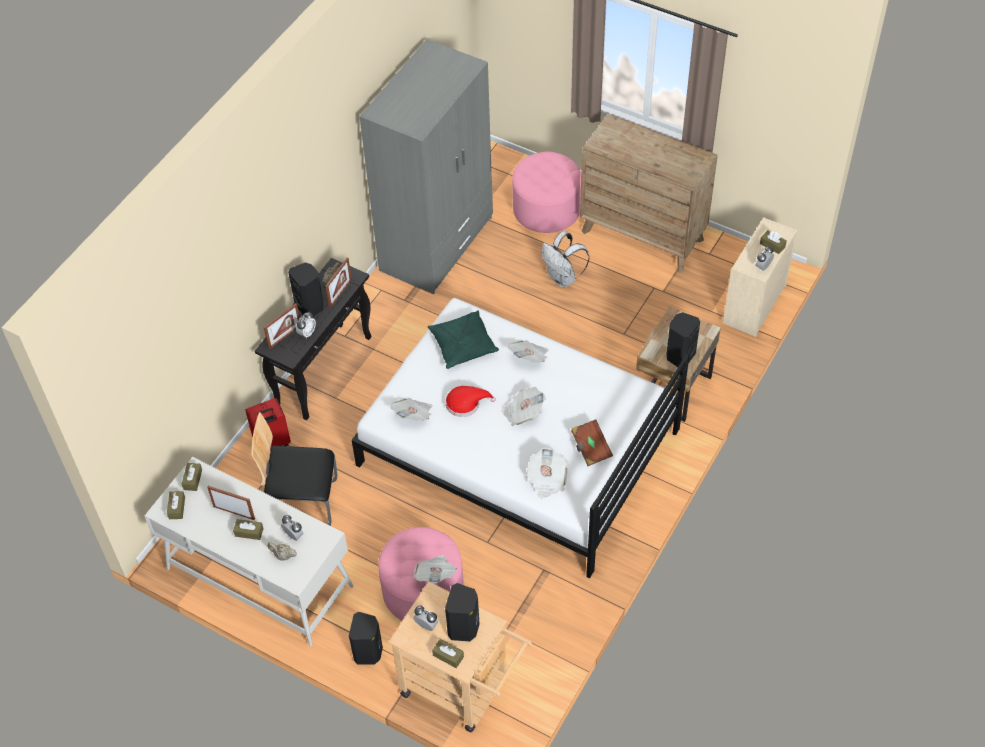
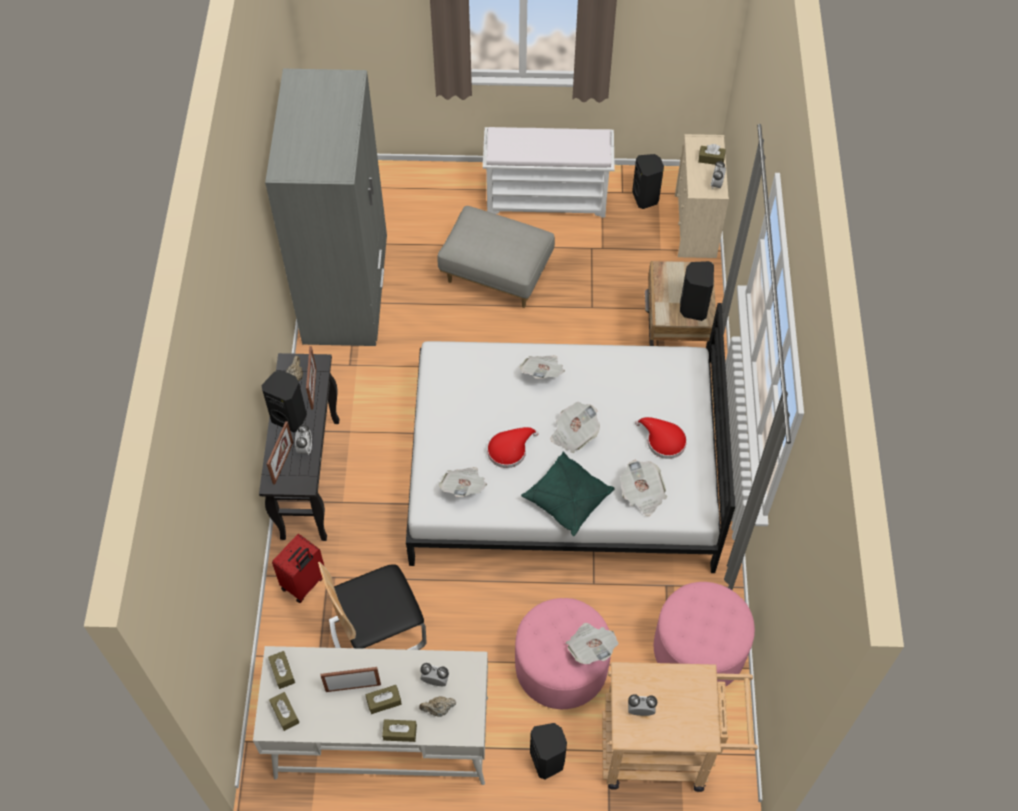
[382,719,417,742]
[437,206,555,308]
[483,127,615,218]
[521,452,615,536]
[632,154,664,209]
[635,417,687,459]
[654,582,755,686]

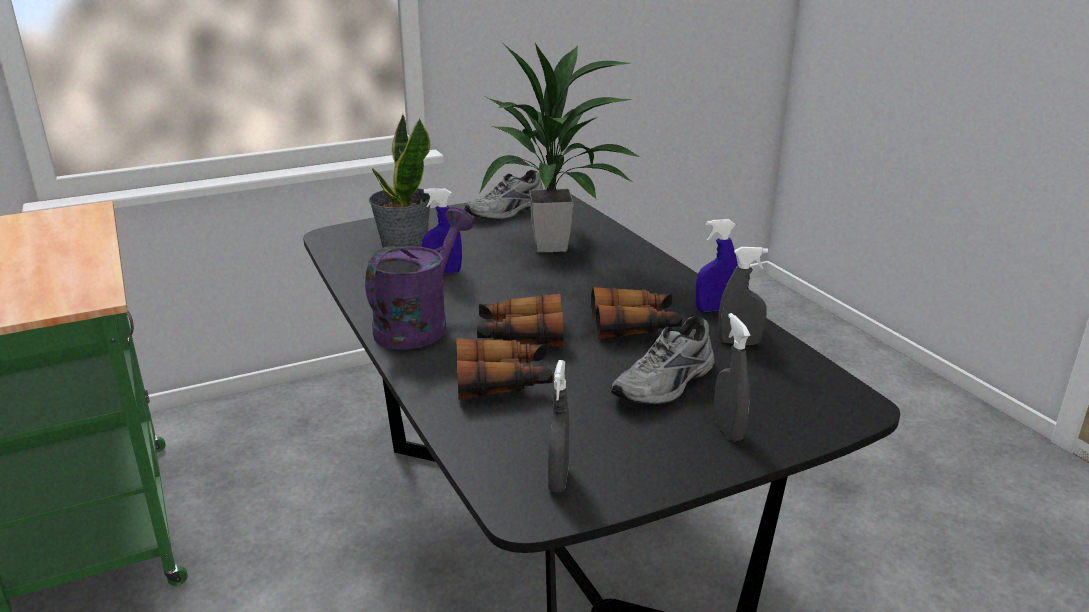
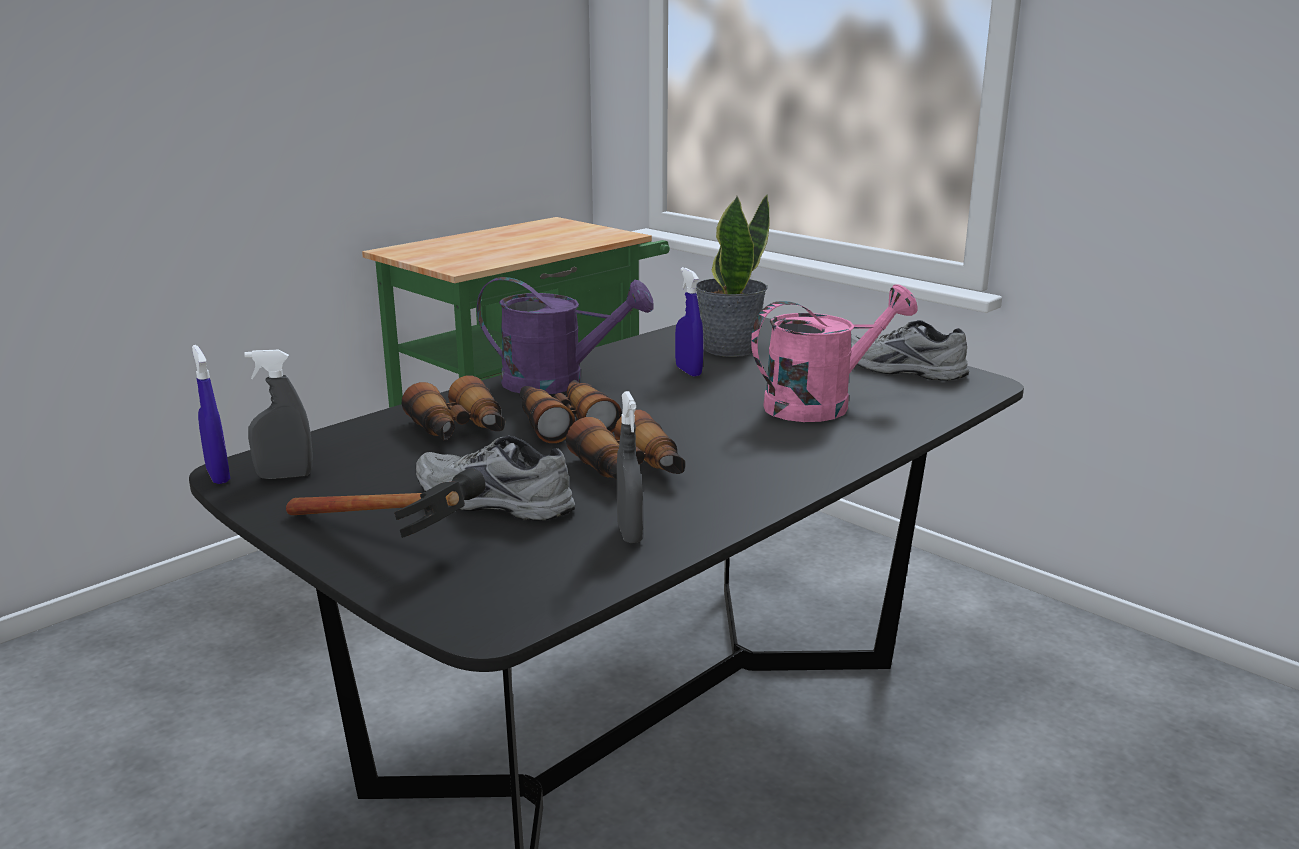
[192,345,230,484]
[286,468,486,538]
[751,284,918,422]

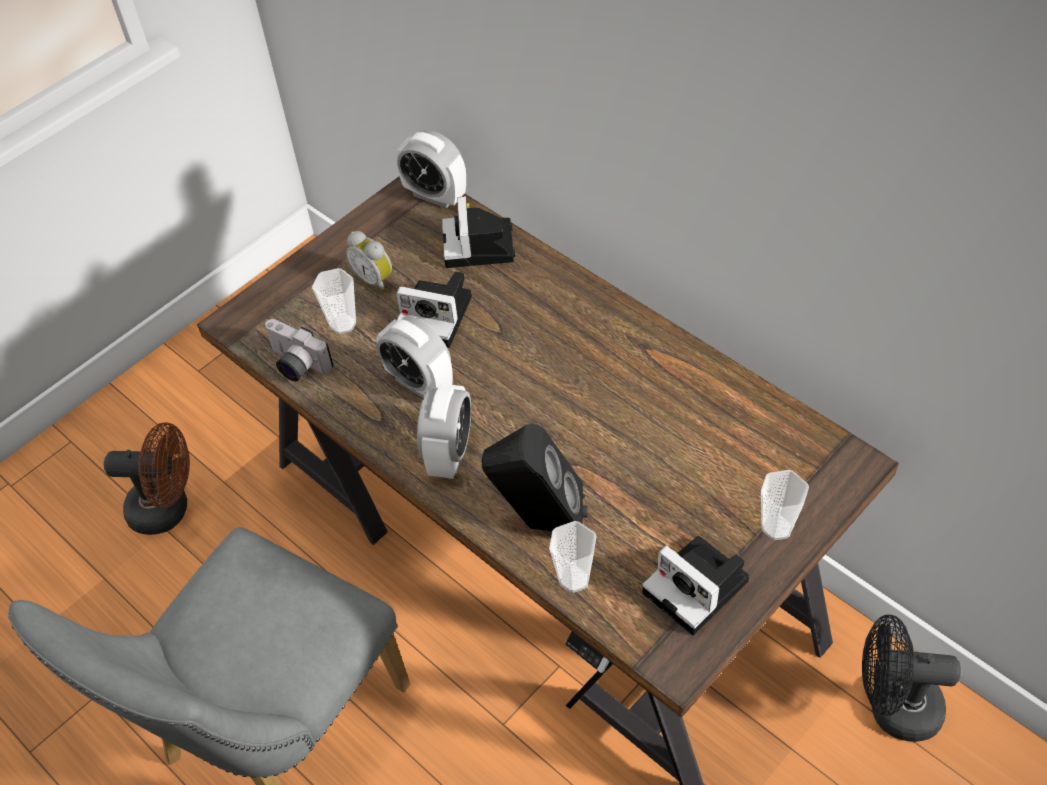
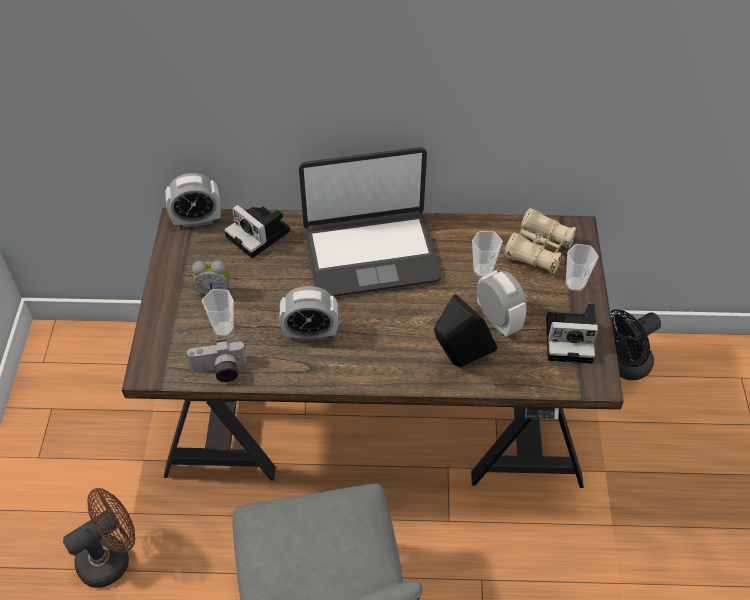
[299,147,442,296]
[472,231,503,278]
[477,270,527,337]
[504,208,577,274]
[396,271,472,348] (first image)

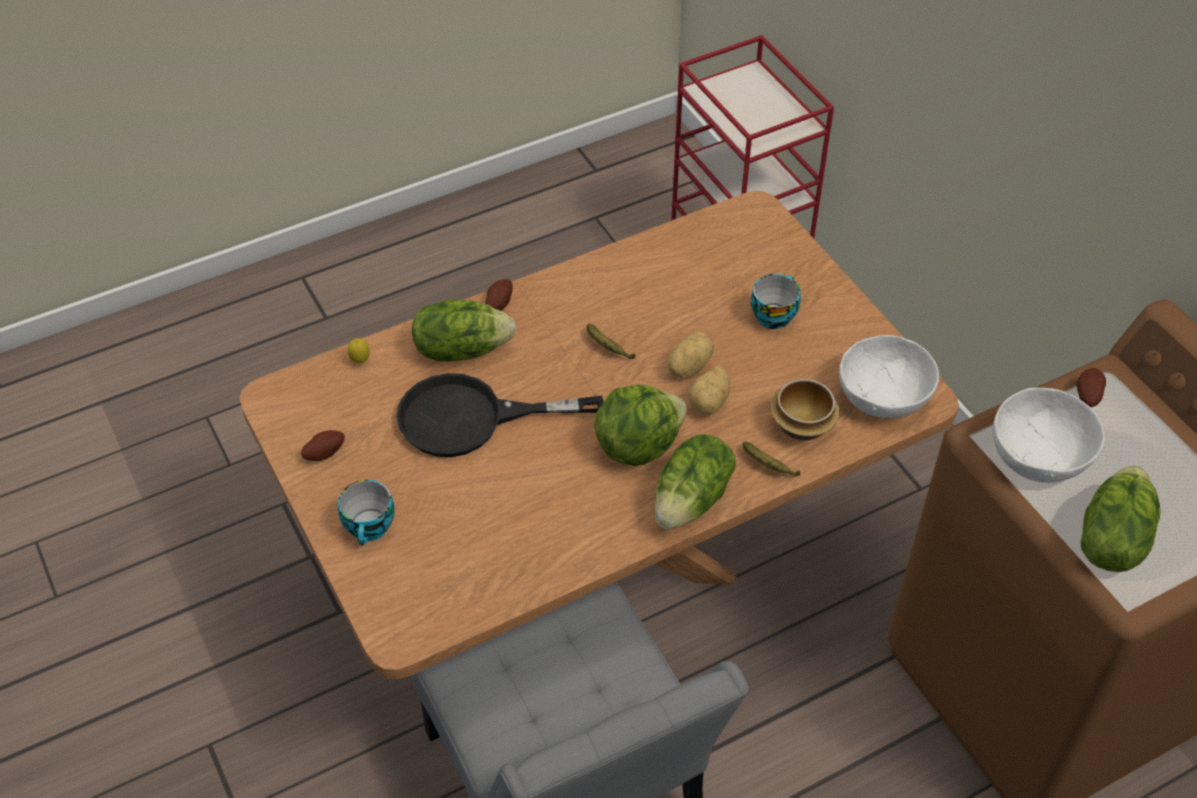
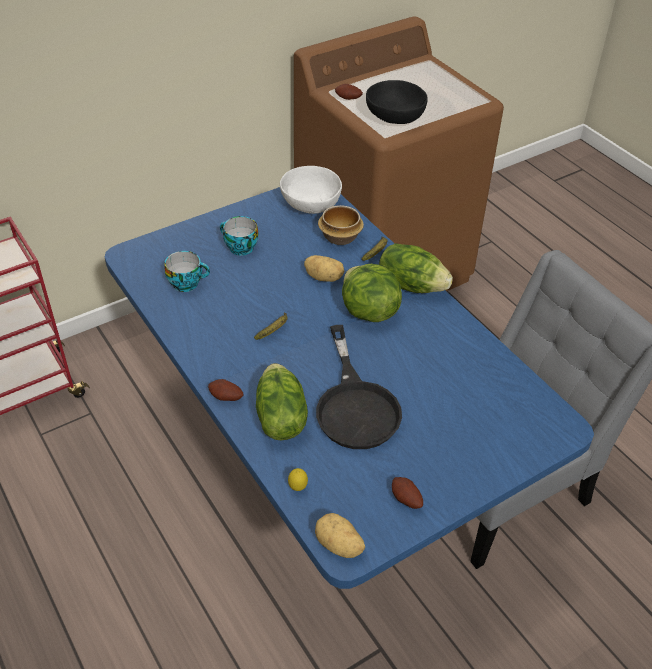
[105,187,594,589]
[165,251,210,292]
[315,513,365,558]
[366,80,428,124]
[1081,466,1160,572] (first image)

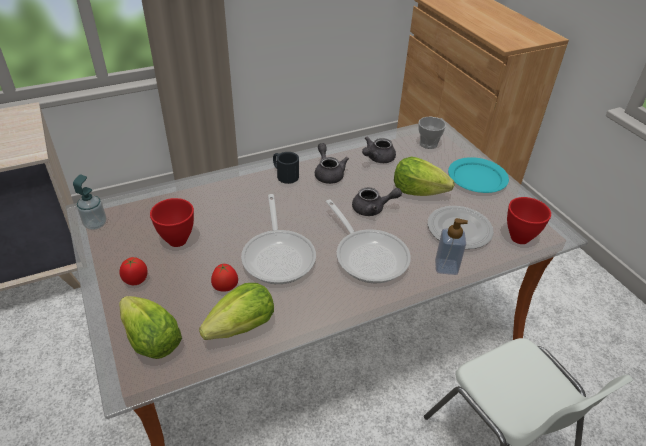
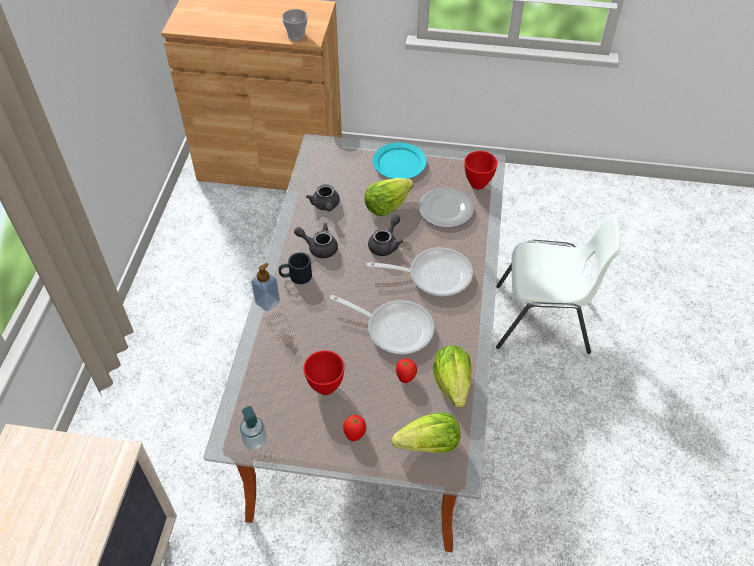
[251,263,280,311]
[282,9,308,41]

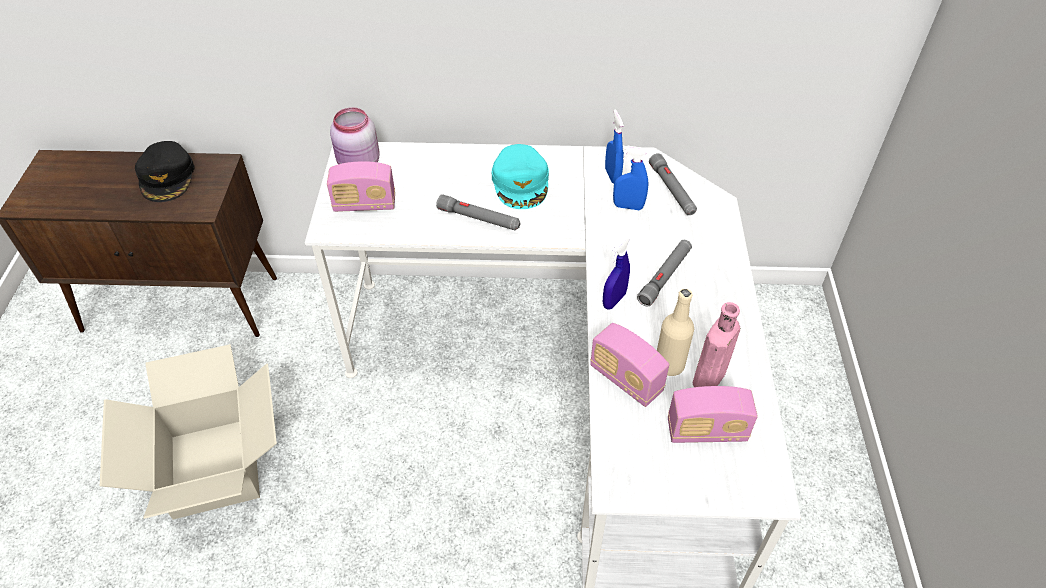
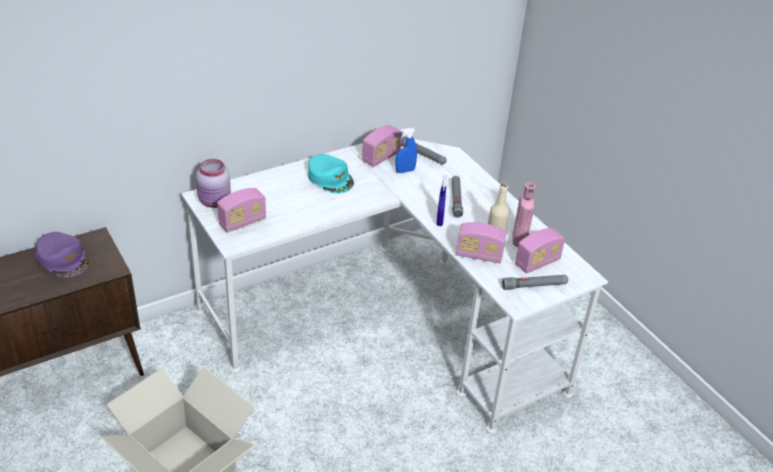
[36,232,89,277]
[362,125,402,167]
[502,275,568,290]

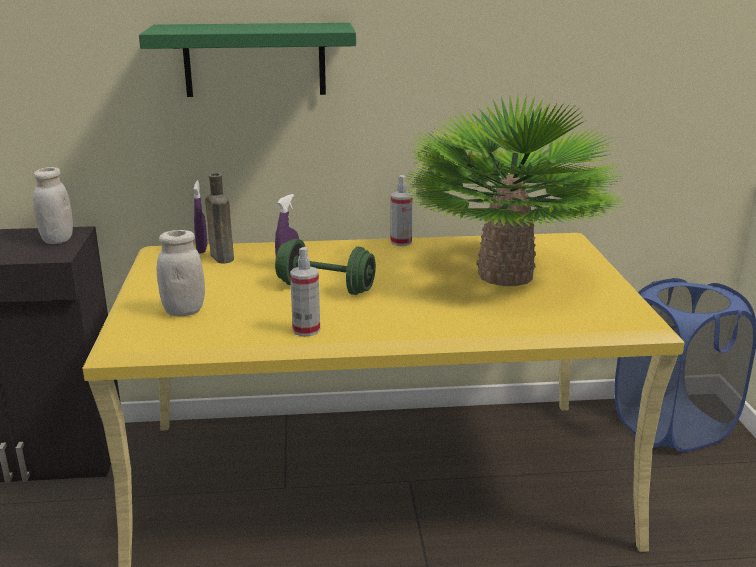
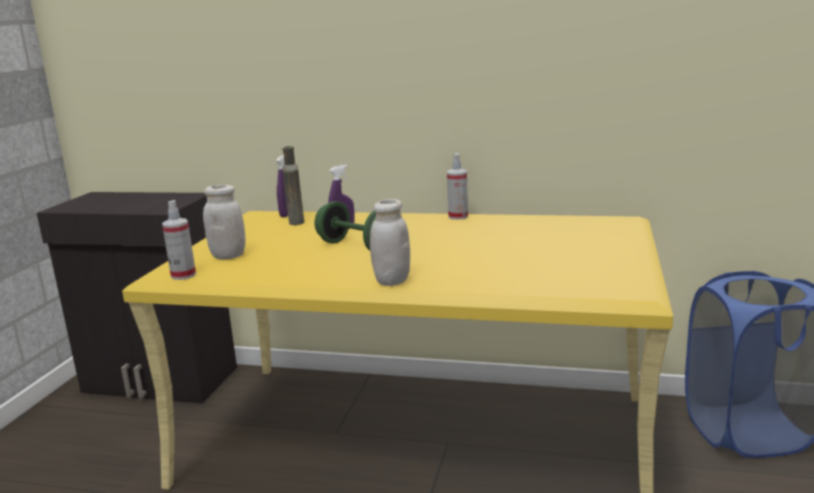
[162,200,196,280]
[370,199,410,286]
[139,23,356,97] (first image)
[404,94,626,286] (first image)

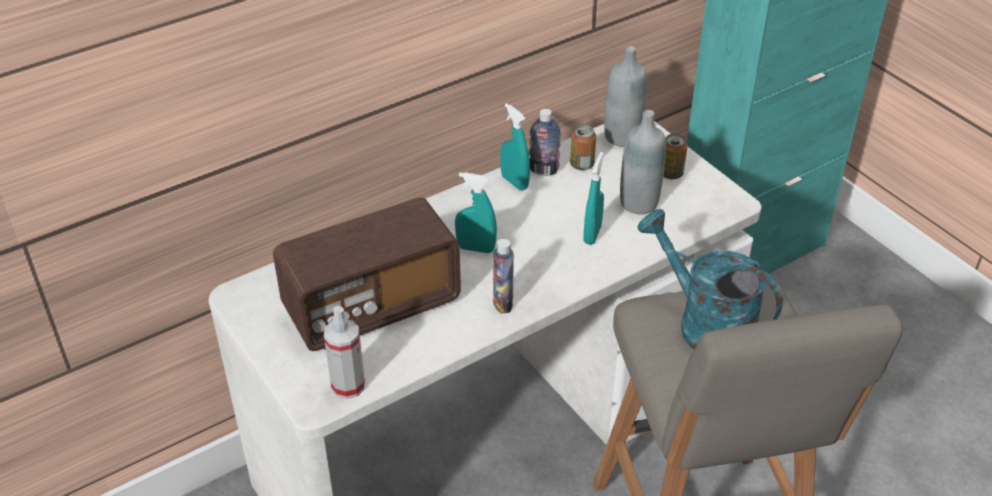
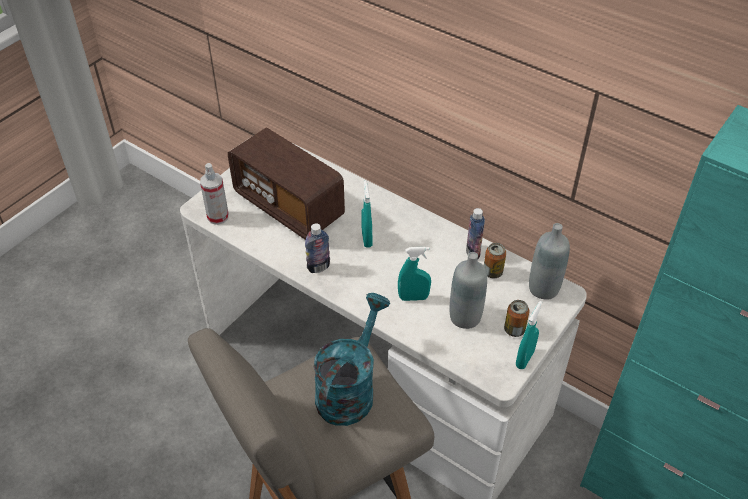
[516,301,543,369]

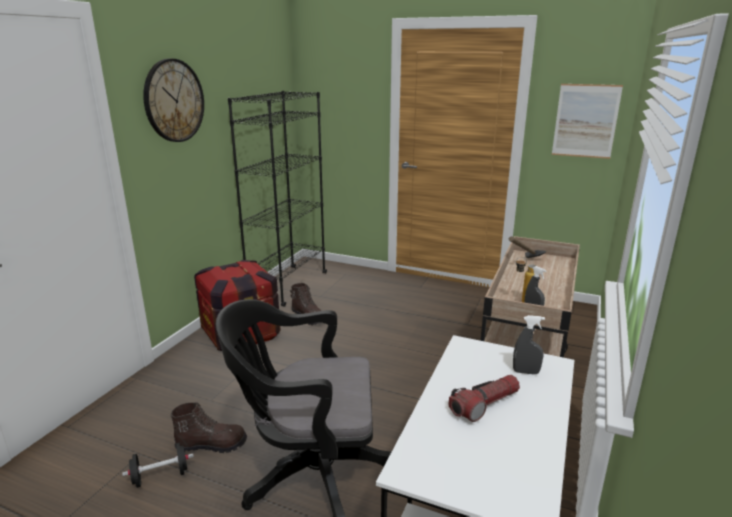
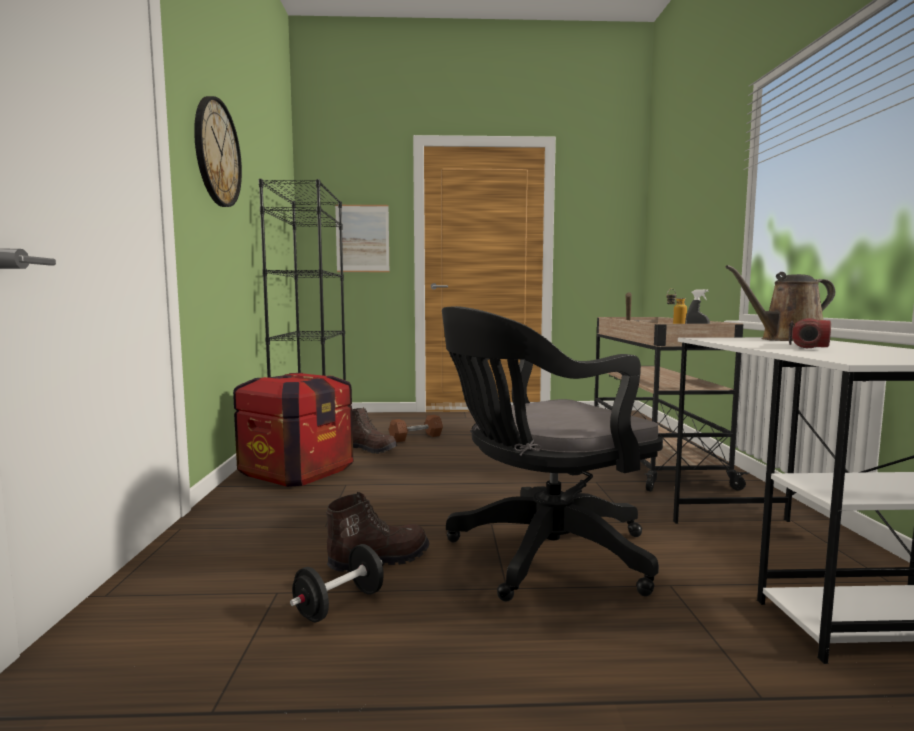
[335,205,390,272]
[389,415,443,442]
[725,265,835,341]

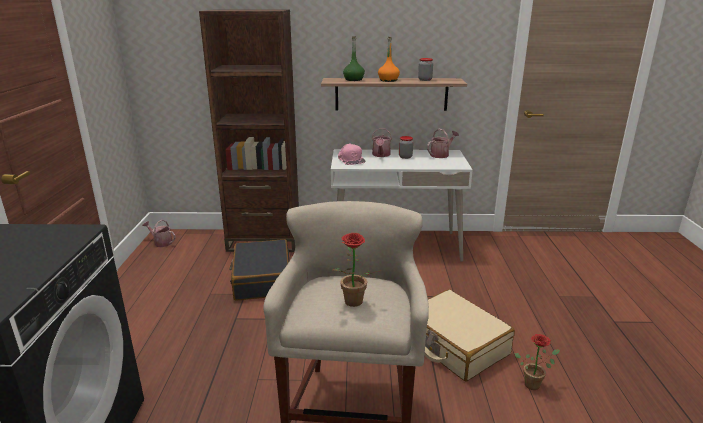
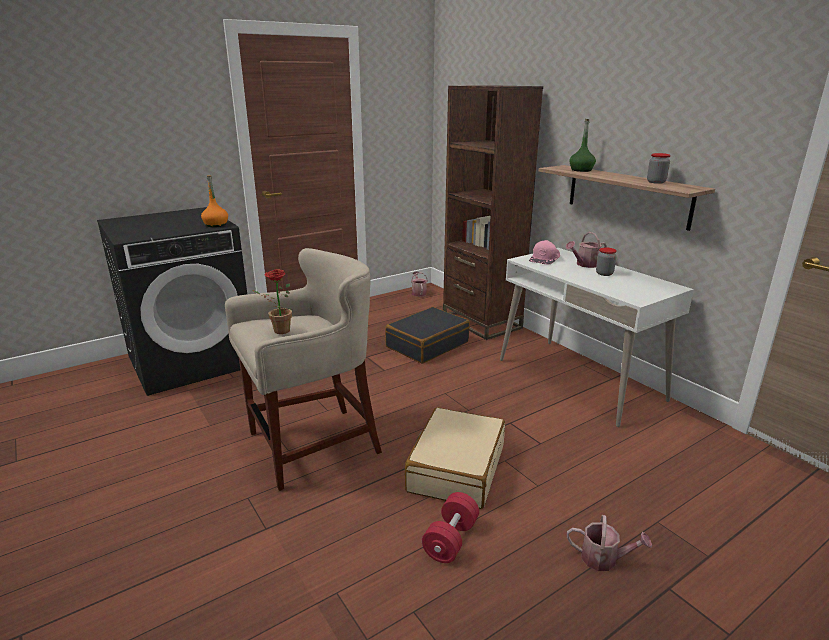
[201,175,228,227]
[422,492,479,563]
[567,515,652,571]

